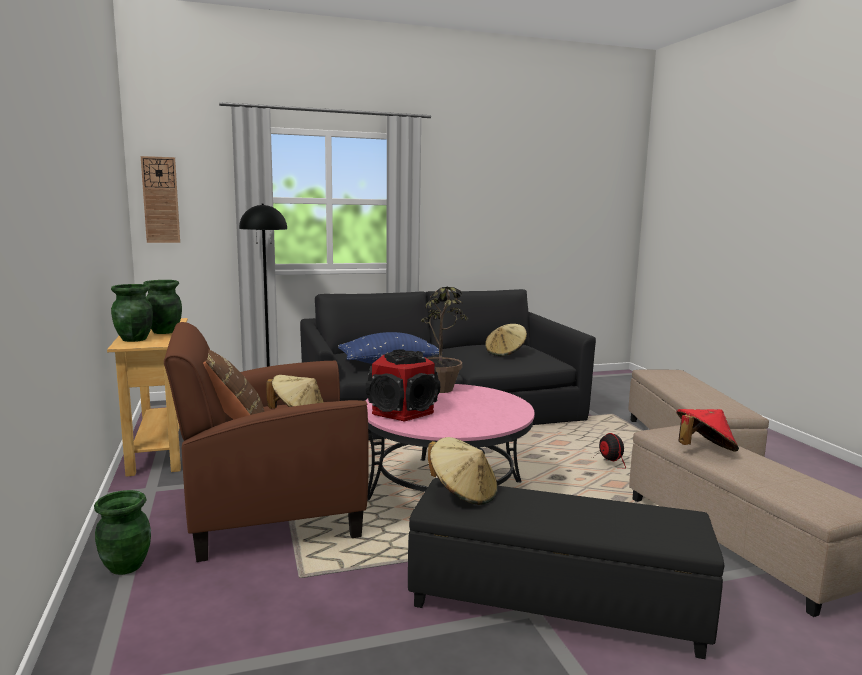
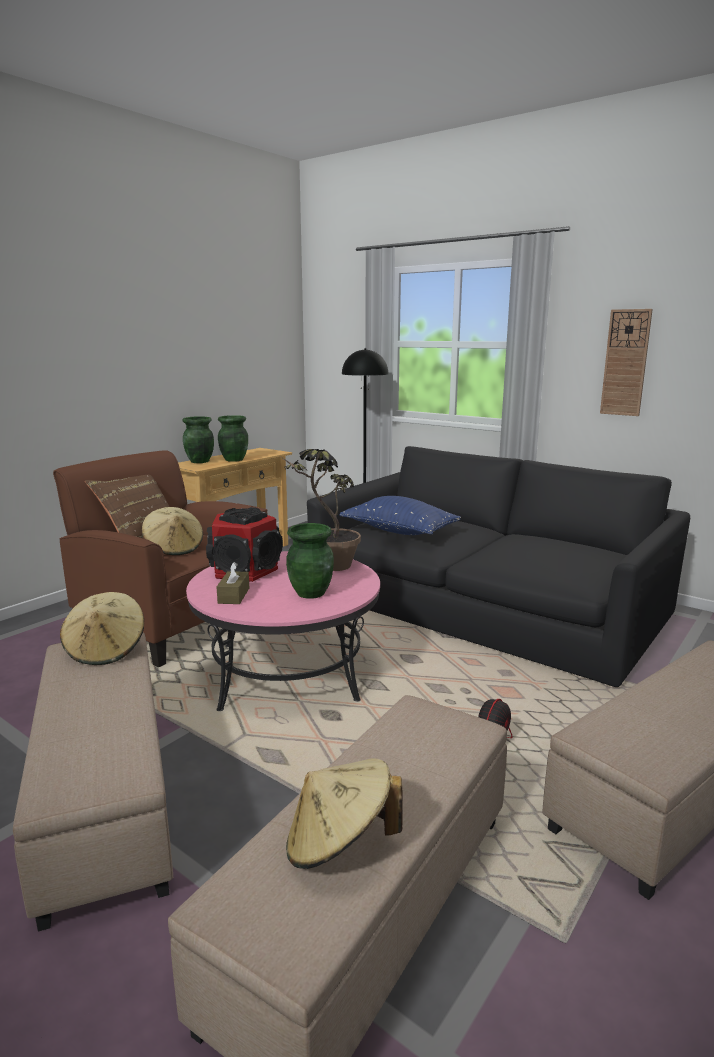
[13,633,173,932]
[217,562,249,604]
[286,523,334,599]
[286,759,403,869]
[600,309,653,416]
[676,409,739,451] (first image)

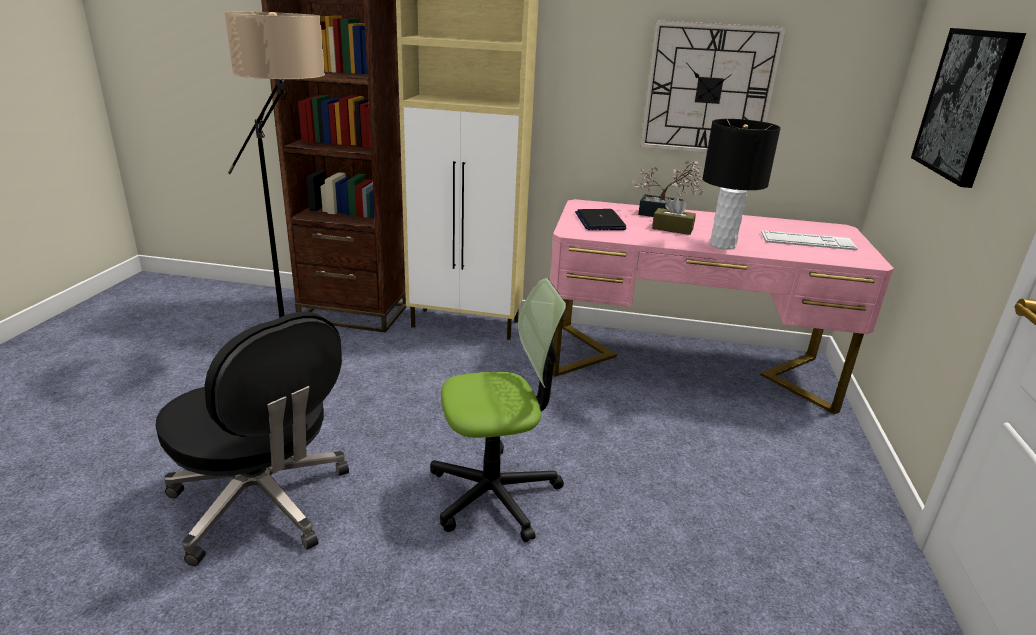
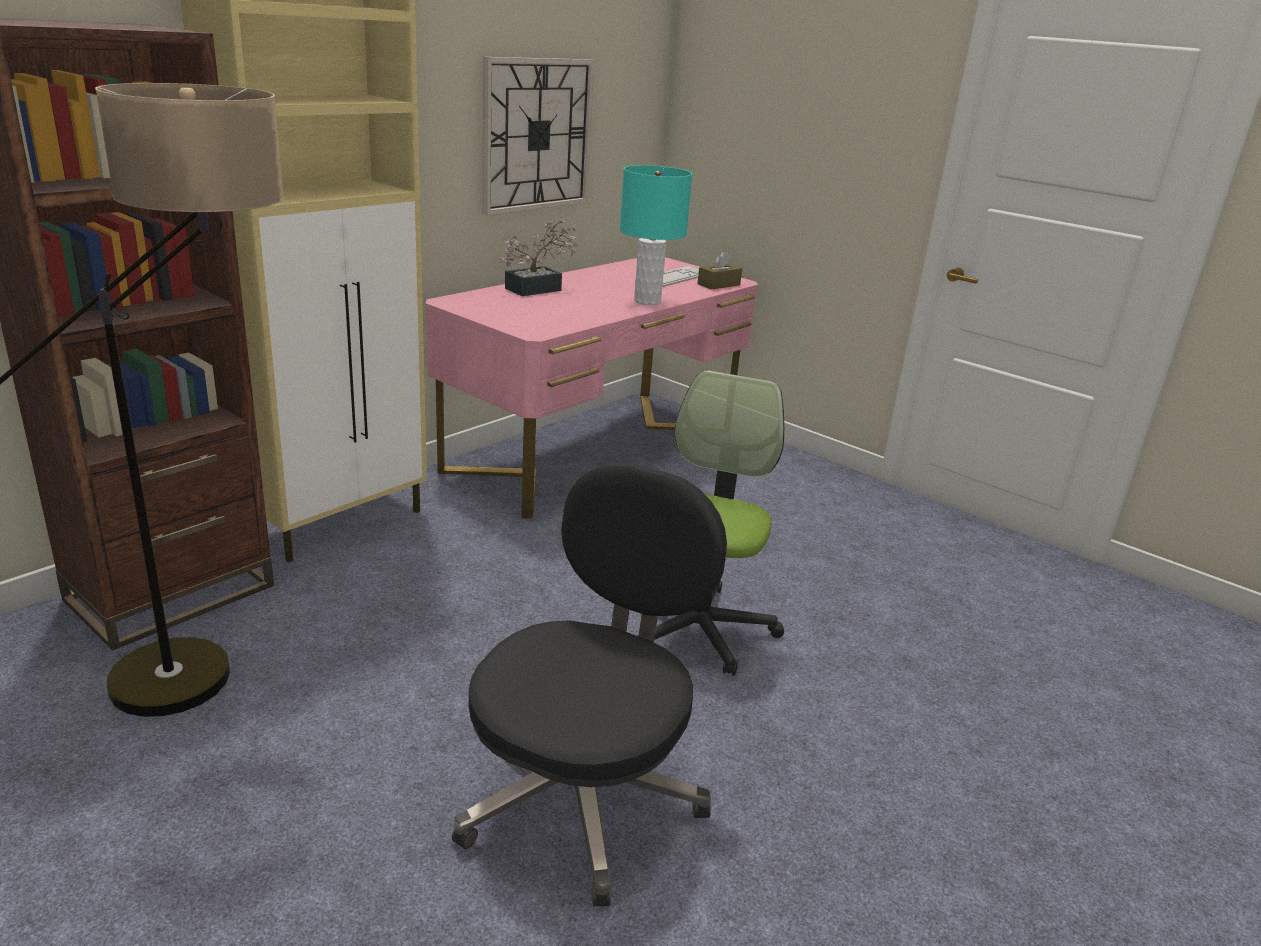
[452,462,727,906]
[620,165,692,305]
[698,251,742,290]
[575,209,627,230] (first image)
[911,28,1026,188] (first image)

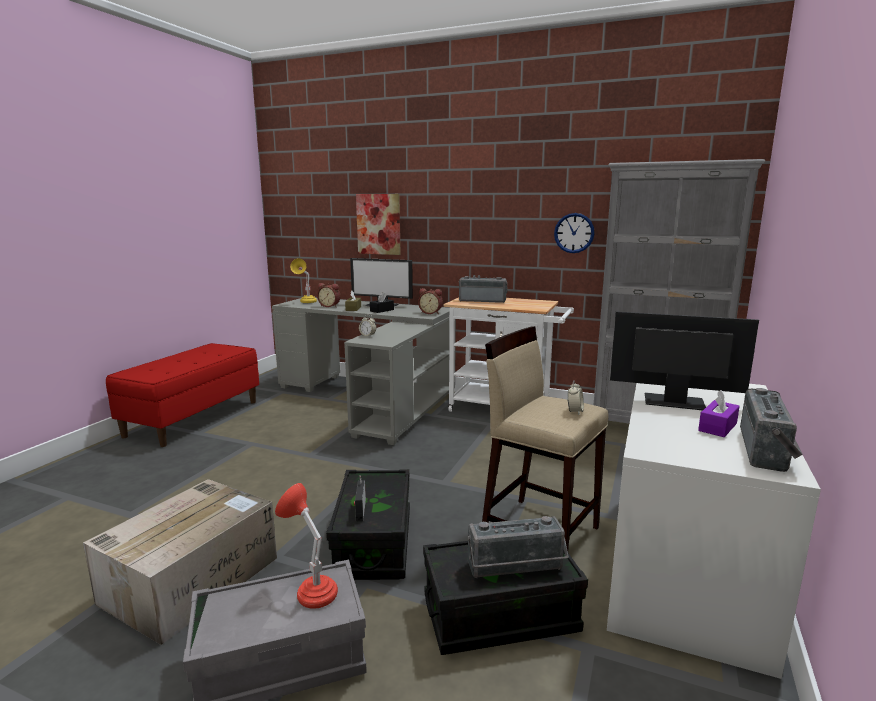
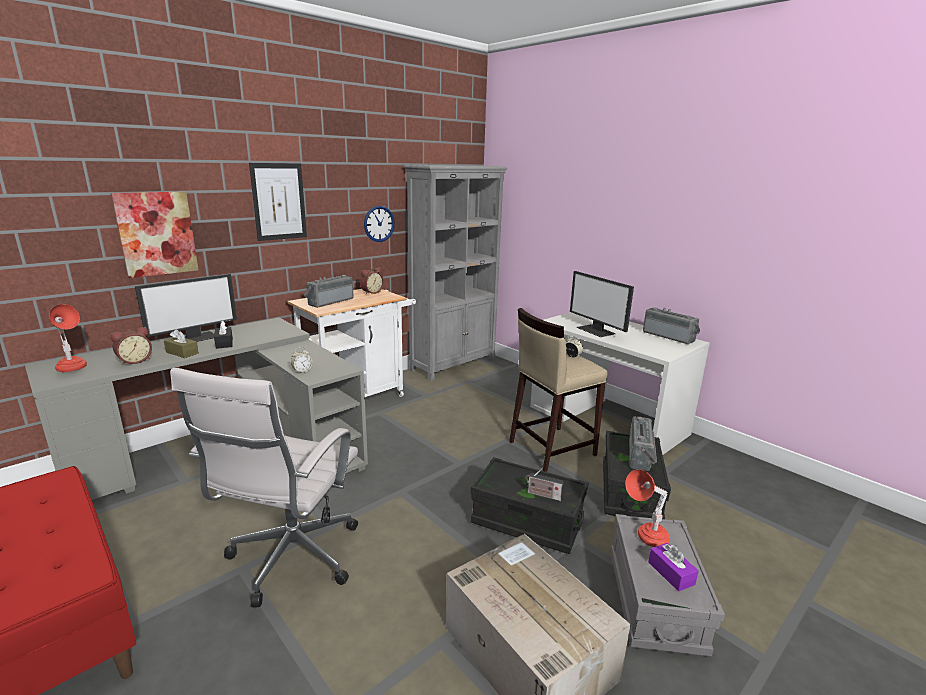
[49,304,87,372]
[170,368,358,608]
[249,163,307,241]
[360,268,384,294]
[570,271,634,337]
[648,543,699,591]

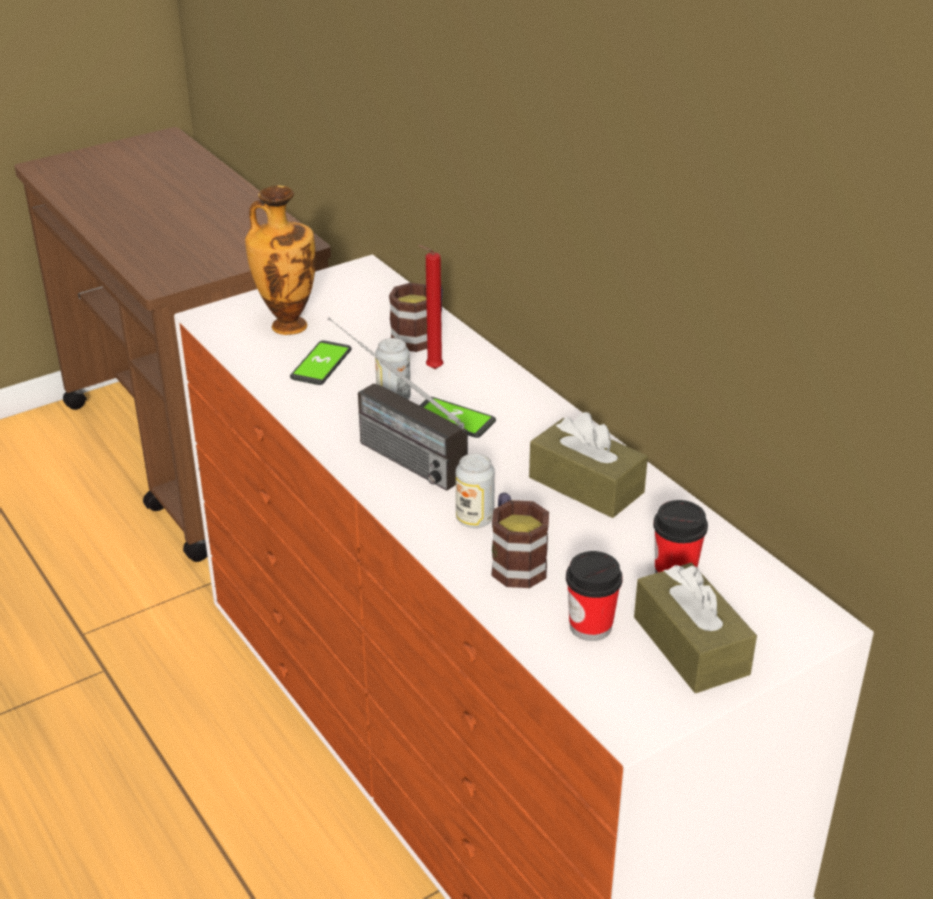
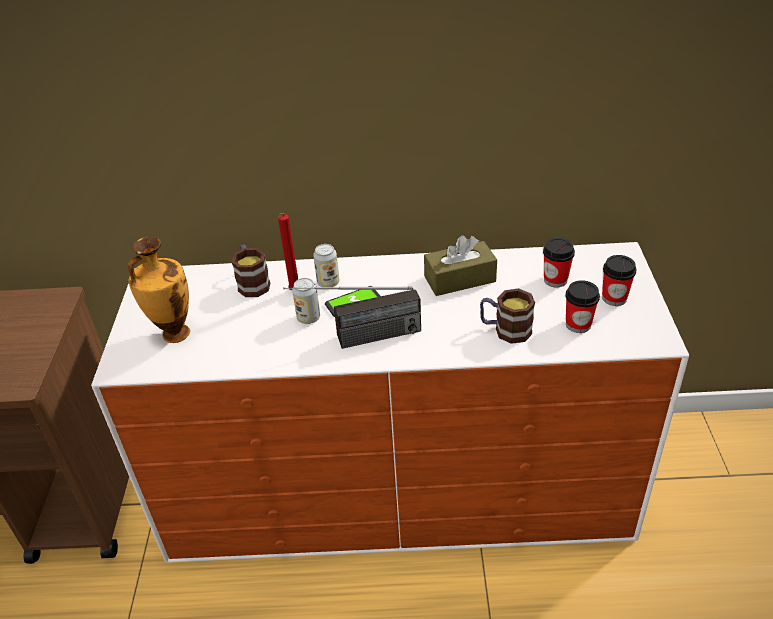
[313,244,339,287]
[602,255,636,306]
[290,340,352,385] (first image)

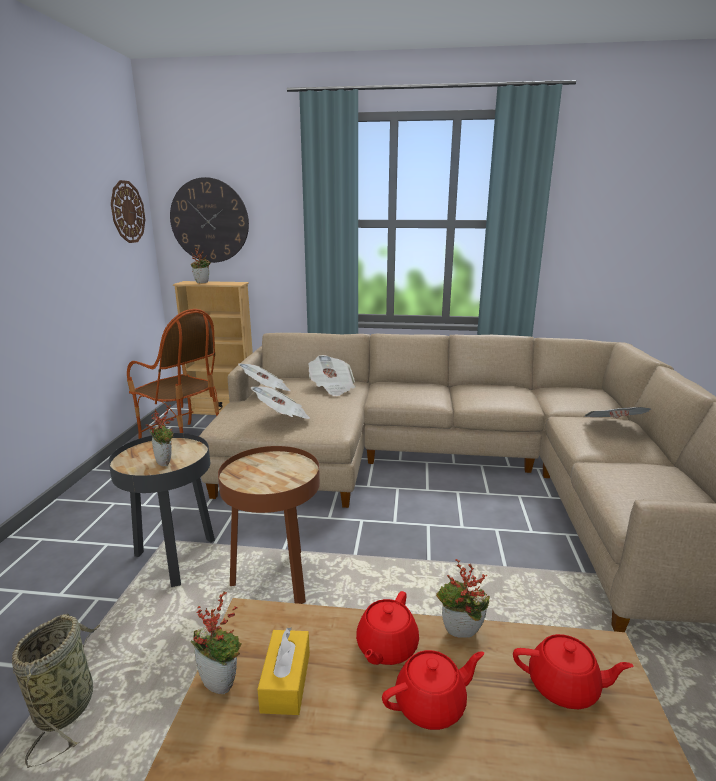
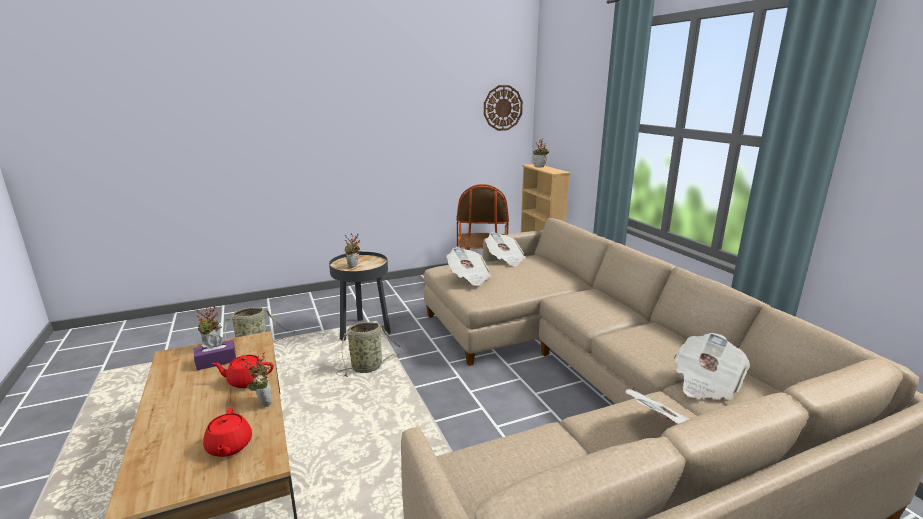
[194,335,236,370]
[336,322,407,377]
[674,333,750,400]
[170,177,249,263] (first image)
[382,650,484,730] (first image)

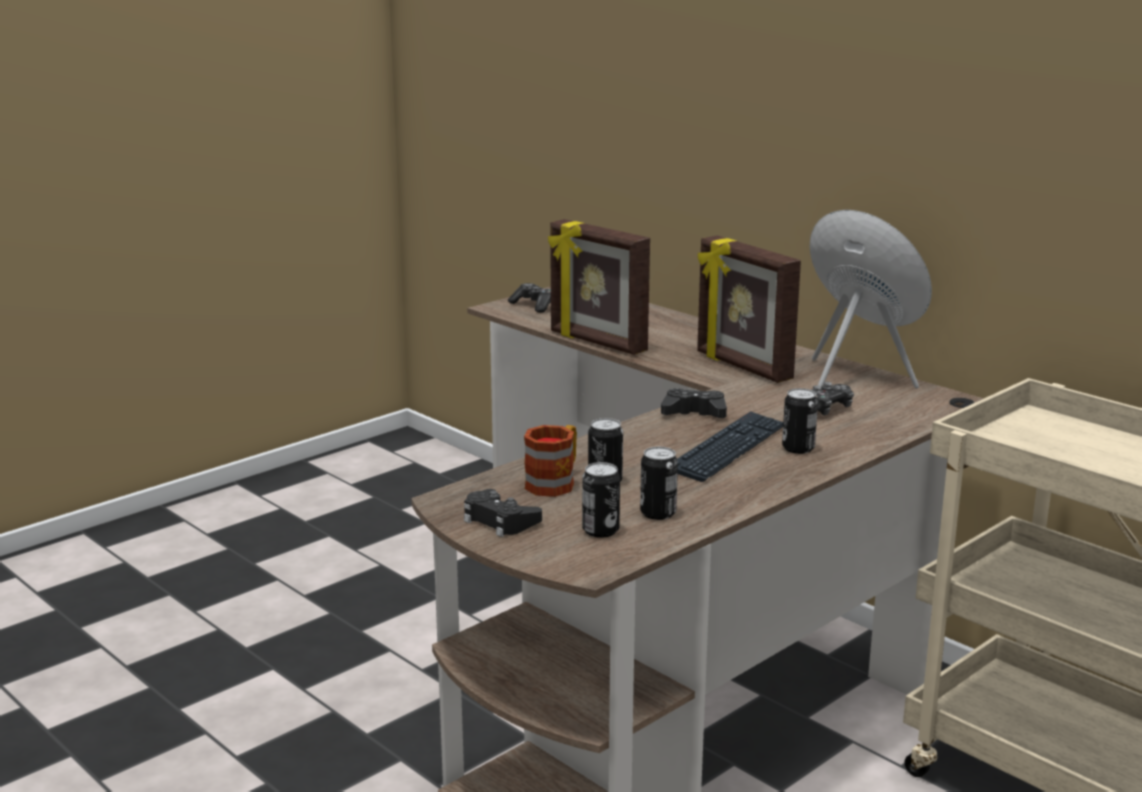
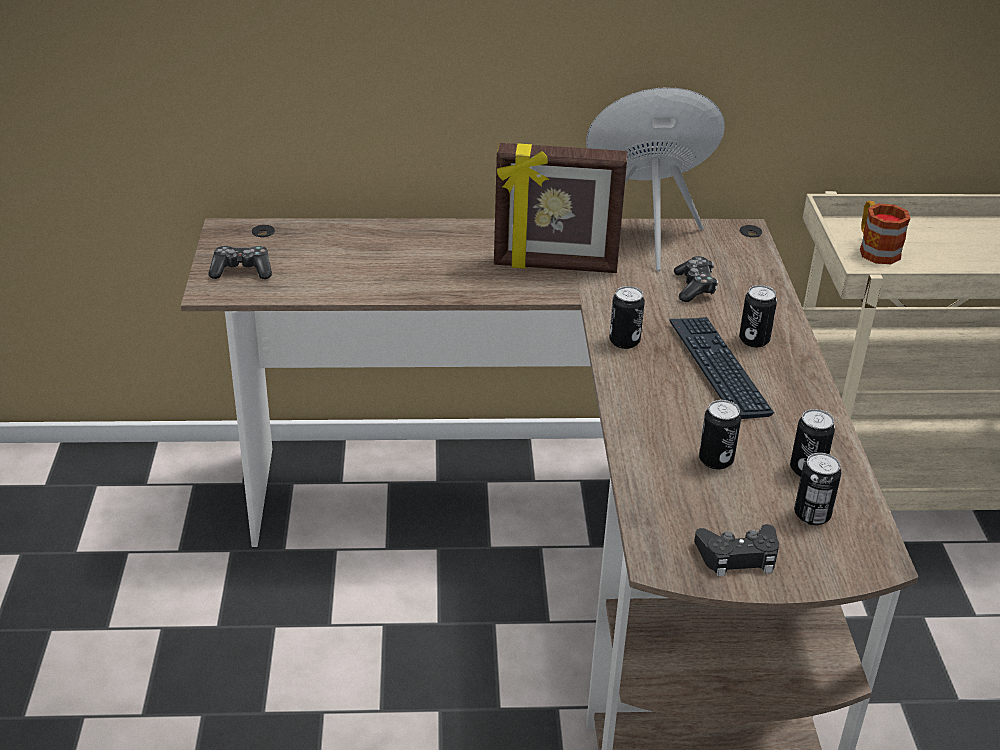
[609,286,645,349]
[860,201,911,264]
[548,219,650,355] (first image)

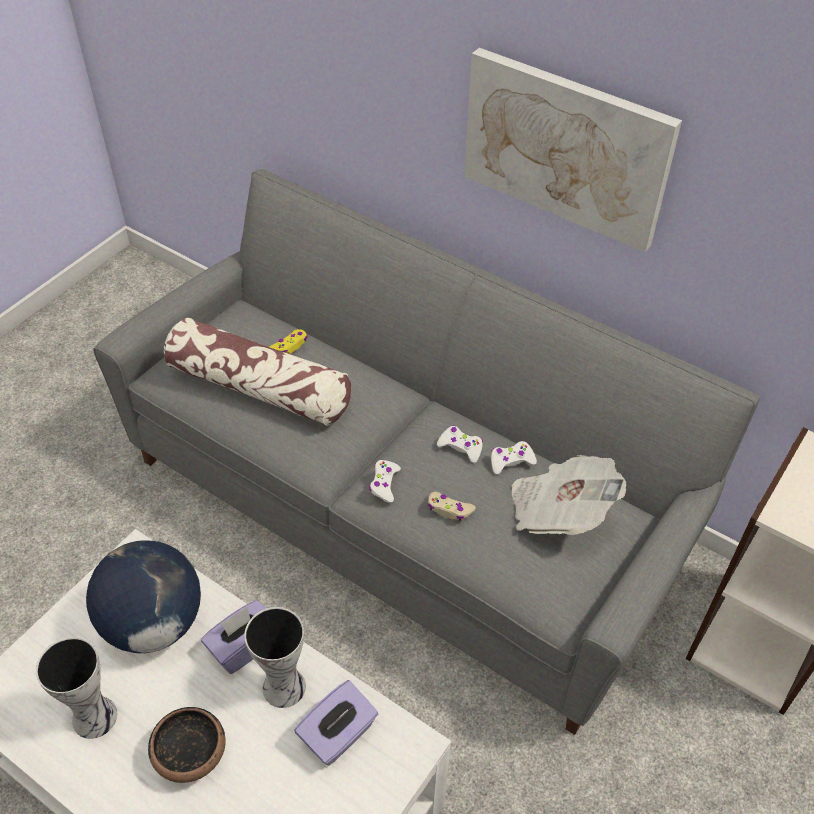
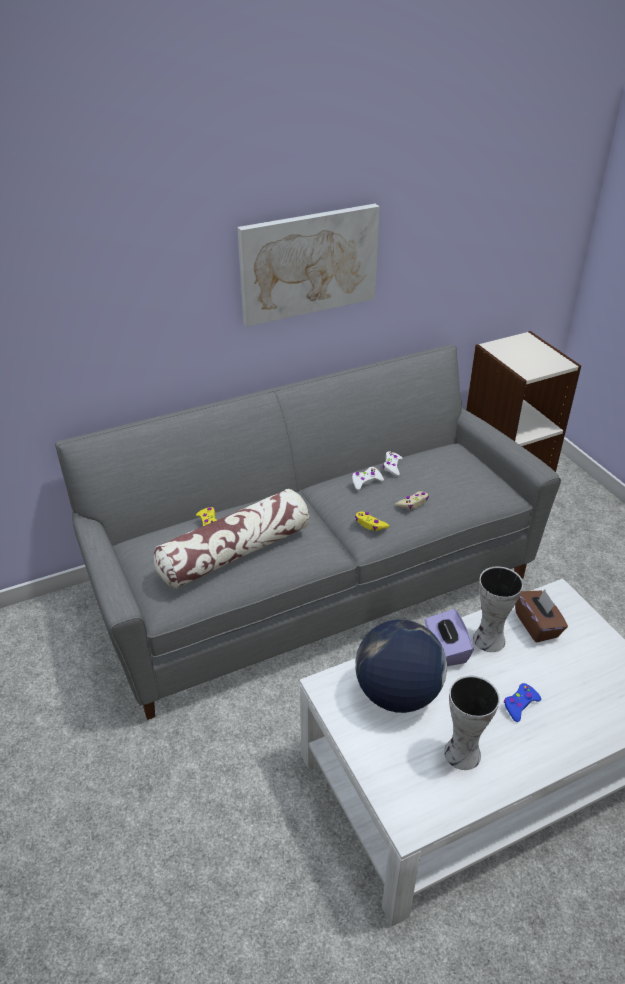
[355,511,389,531]
[504,683,541,722]
[515,589,568,643]
[512,455,626,535] (first image)

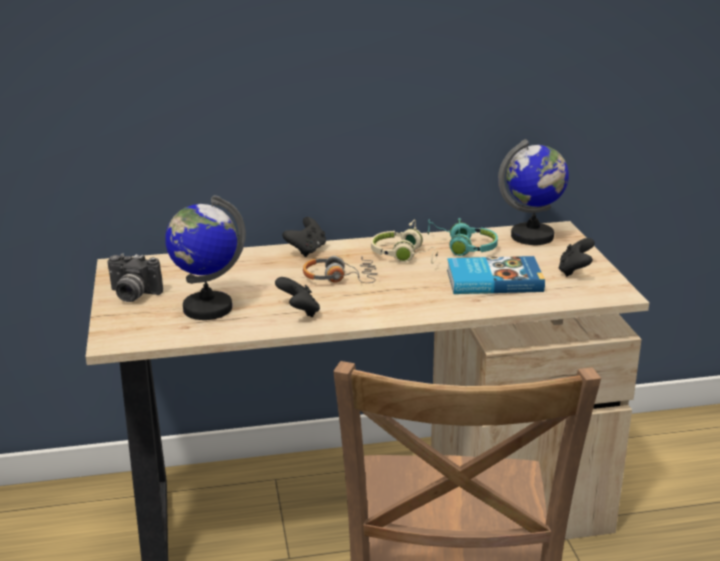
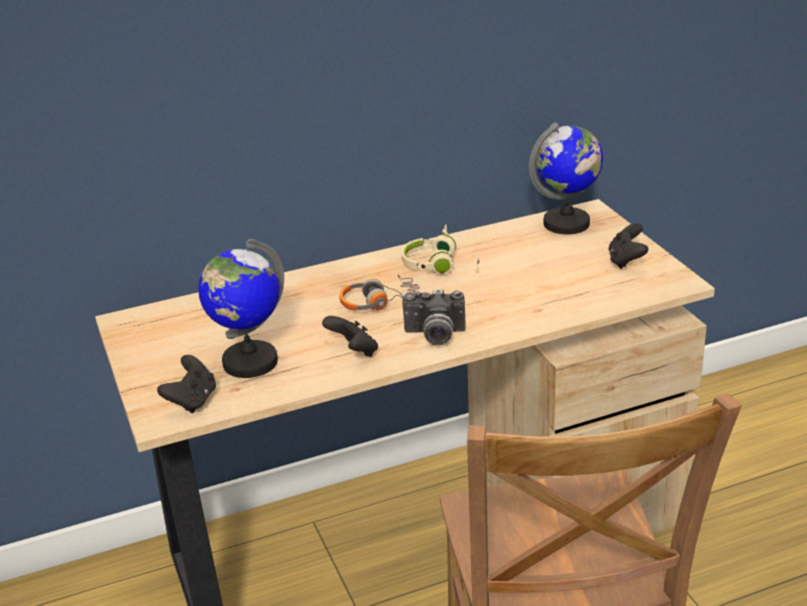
[157,355,216,413]
[402,289,466,345]
[427,218,498,256] (first image)
[447,256,545,294] (first image)

